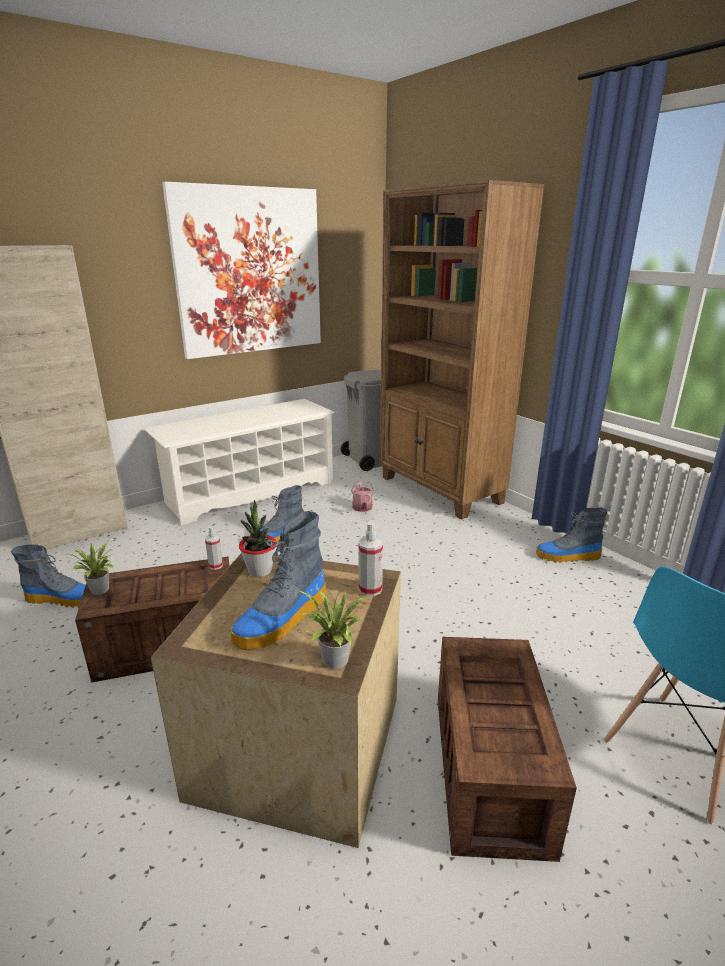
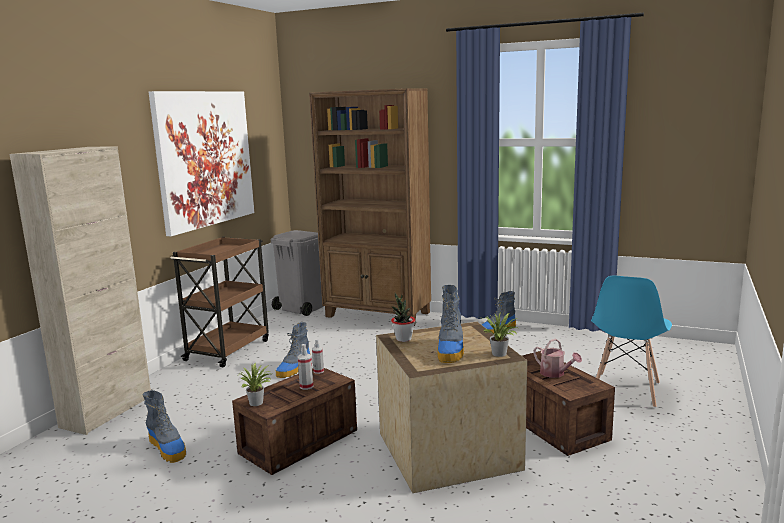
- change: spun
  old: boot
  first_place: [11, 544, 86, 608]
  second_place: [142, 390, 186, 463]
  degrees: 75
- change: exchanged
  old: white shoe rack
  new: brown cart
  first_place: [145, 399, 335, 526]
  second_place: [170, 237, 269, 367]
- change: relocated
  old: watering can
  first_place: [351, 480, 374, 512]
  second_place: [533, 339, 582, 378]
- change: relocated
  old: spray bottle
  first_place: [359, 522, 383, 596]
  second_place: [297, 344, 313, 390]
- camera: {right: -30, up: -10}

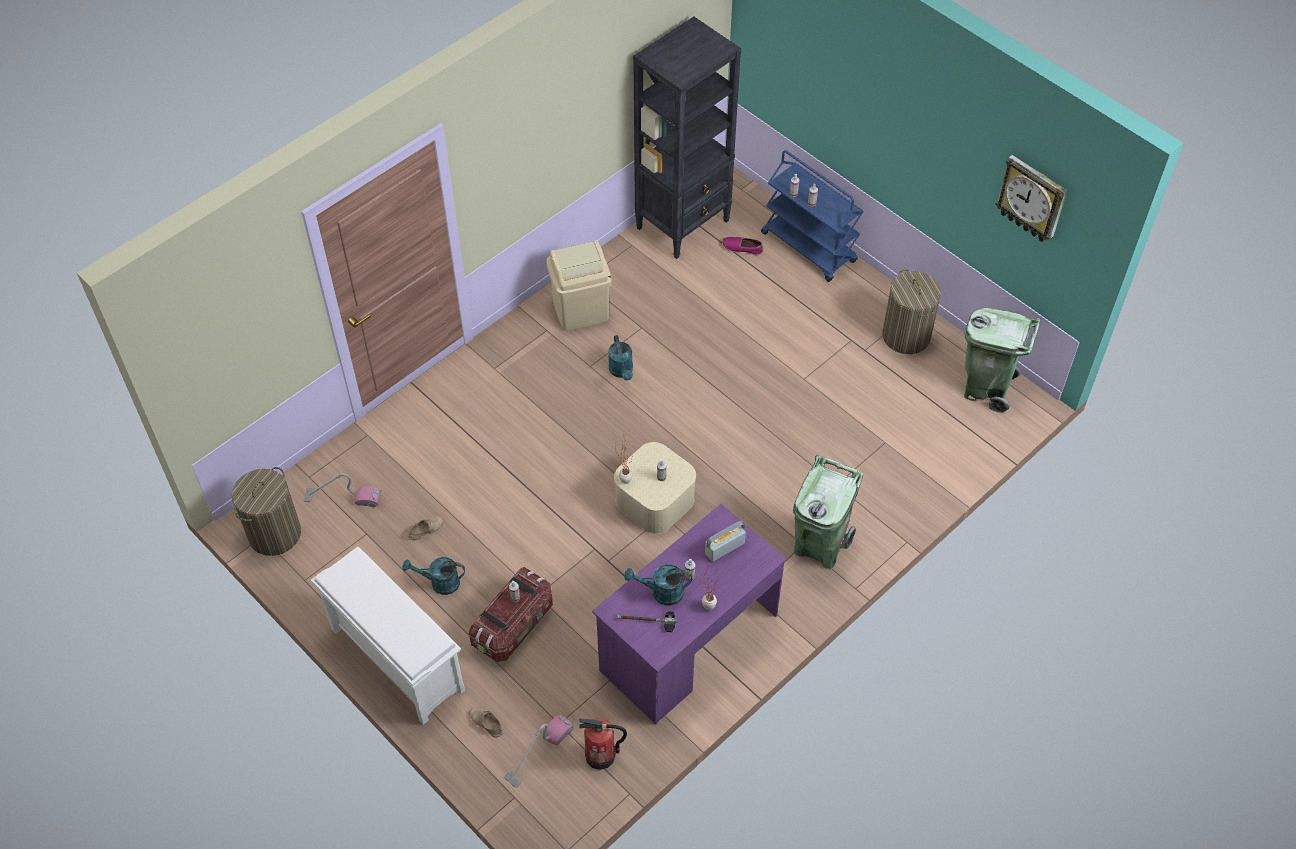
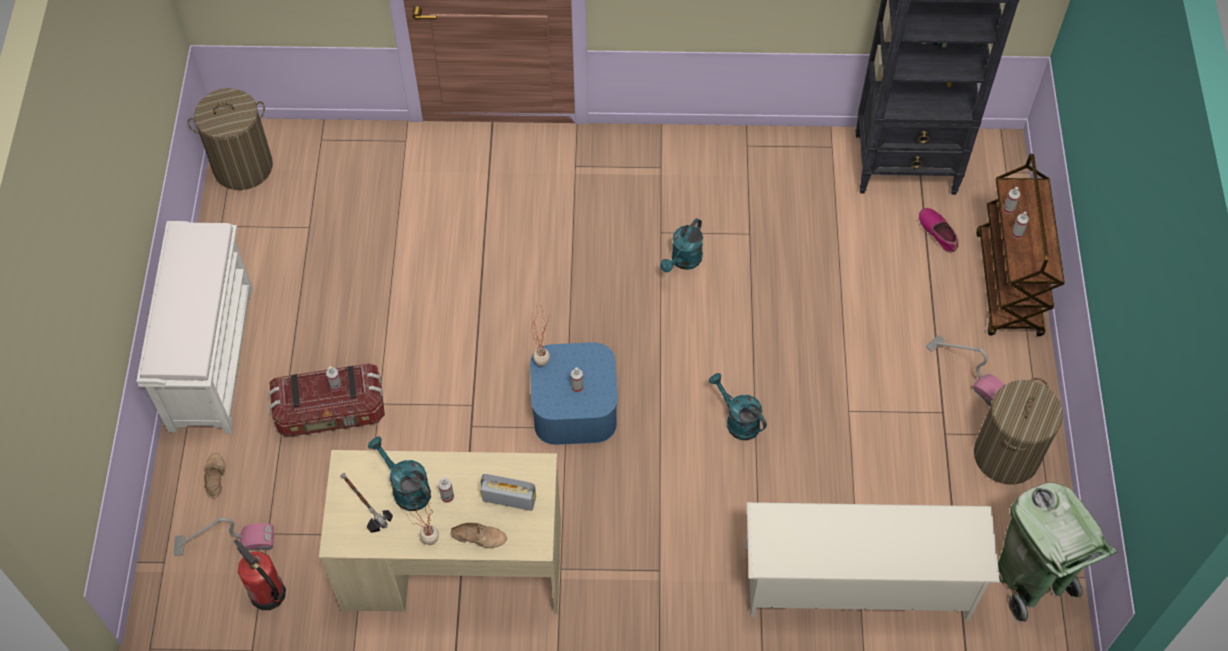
- change: relocated
  old: vacuum cleaner
  first_place: [304, 473, 381, 507]
  second_place: [926, 335, 1005, 406]
- change: relocated
  old: turquoise watering can
  first_place: [402, 557, 465, 595]
  second_place: [709, 373, 767, 440]
- change: relocated
  old: beige shoe
  first_place: [408, 516, 443, 541]
  second_place: [450, 522, 507, 548]
- change: missing
  old: beige trash can
  first_place: [546, 240, 612, 331]
- change: colour
  old: purple desk
  new: beige desk
  first_place: [592, 504, 787, 724]
  second_place: [319, 450, 561, 614]
- change: colour
  old: beige storage box
  new: blue storage box
  first_place: [614, 442, 696, 534]
  second_place: [530, 342, 618, 445]
- change: colour
  old: blue cart
  new: brown cart
  first_place: [761, 150, 864, 282]
  second_place: [976, 154, 1065, 336]
- change: missing
  old: green trash can
  first_place: [793, 455, 864, 569]
- change: missing
  old: wall clock
  first_place: [995, 155, 1067, 242]
- change: appeared
  new: white shoe rack
  second_place: [745, 502, 1000, 621]
- camera: {right: 45, up: 5}

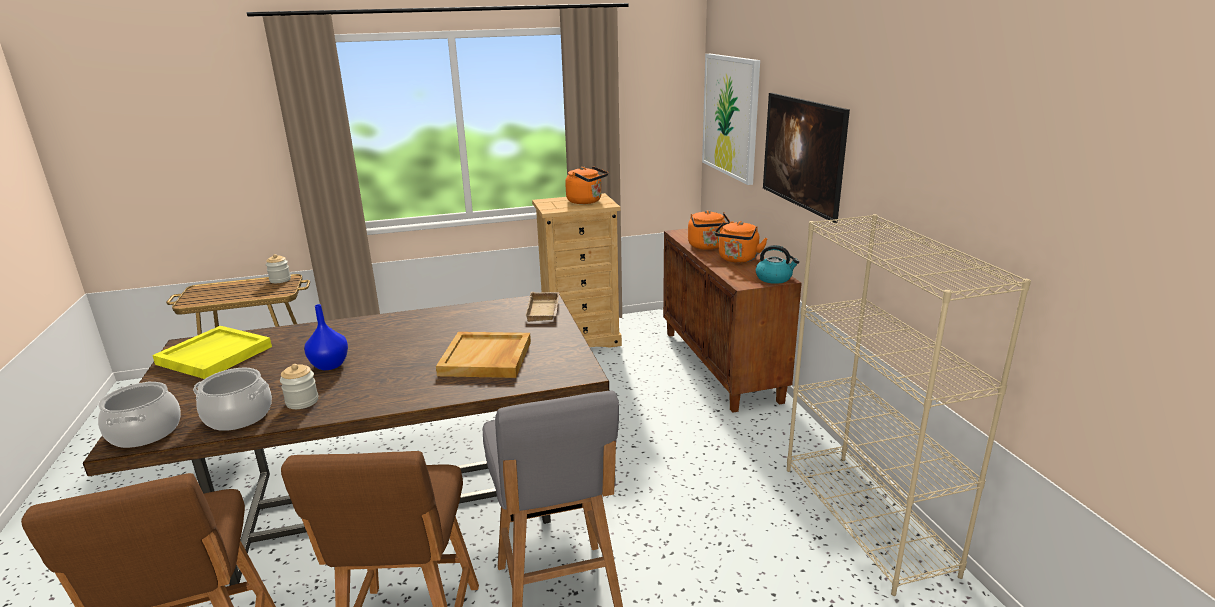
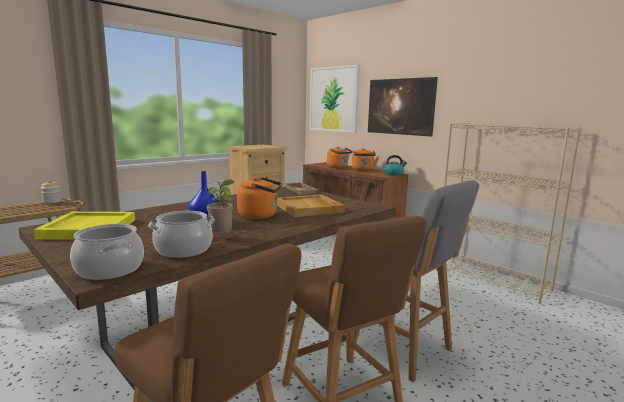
- change: exchanged
  old: jar
  new: potted plant
  first_place: [280, 364, 318, 409]
  second_place: [207, 179, 235, 234]
- change: relocated
  old: orange kettle
  first_place: [565, 166, 608, 204]
  second_place: [237, 177, 282, 219]
- camera: {right: -30, up: -10}

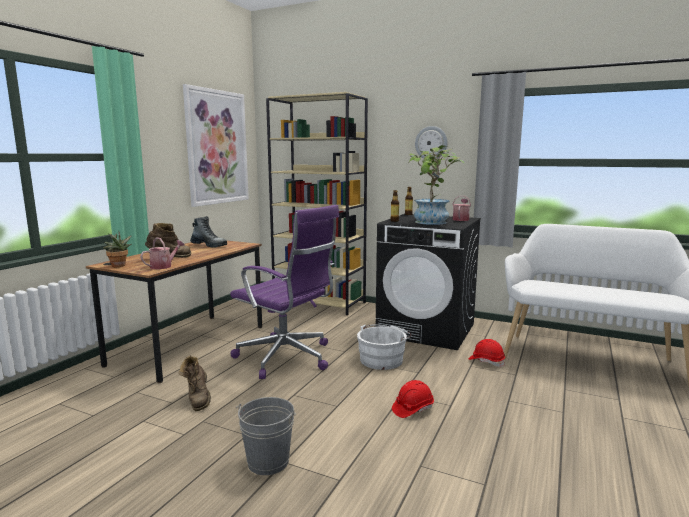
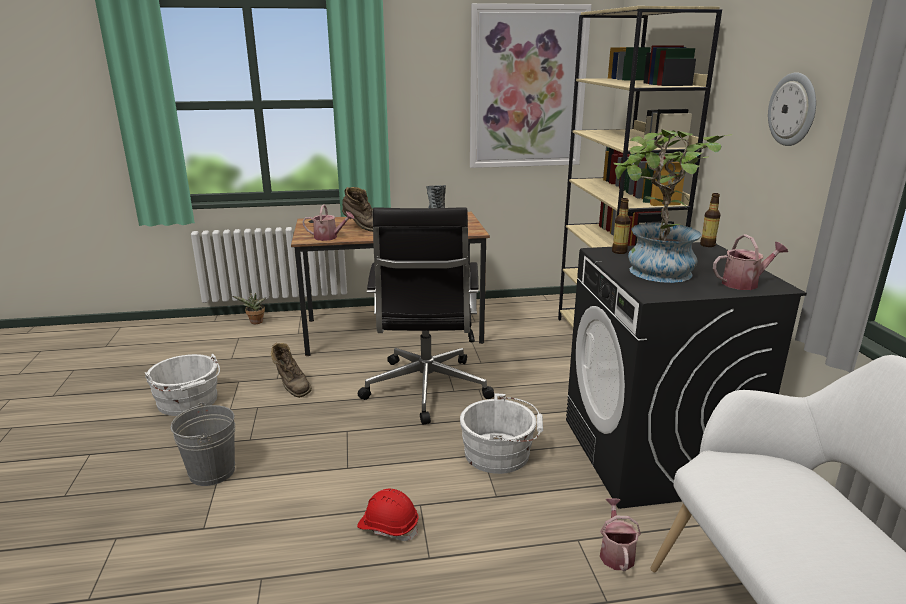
- change: relocated
  old: potted plant
  first_place: [103, 232, 132, 267]
  second_place: [233, 292, 267, 324]
- change: spun
  old: brown boot
  first_place: [179, 355, 211, 411]
  second_place: [271, 342, 312, 398]
  degrees: -75
- change: colour
  old: purple office chair
  new: black office chair
  first_place: [230, 205, 339, 379]
  second_place: [358, 207, 494, 424]
- change: exchanged
  old: red hard hat
  new: watering can
  first_place: [469, 339, 505, 367]
  second_place: [600, 498, 641, 571]
- change: appeared
  new: white bucket
  second_place: [145, 354, 220, 416]
- camera: {right: 55, up: 10}

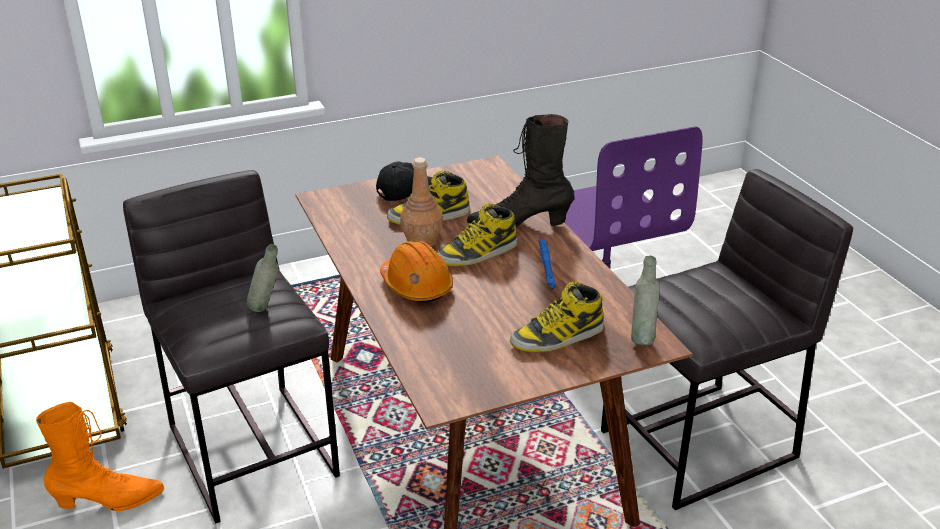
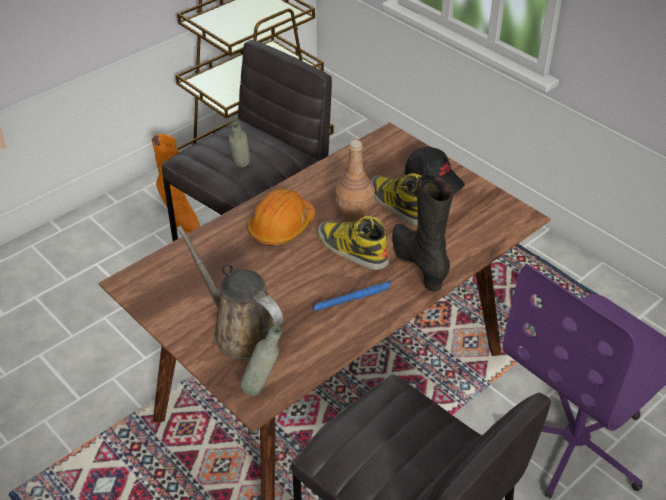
- change: exchanged
  old: boot
  new: brown watering can
  first_place: [510, 282, 604, 352]
  second_place: [177, 226, 283, 359]
- camera: {right: 70, up: 10}

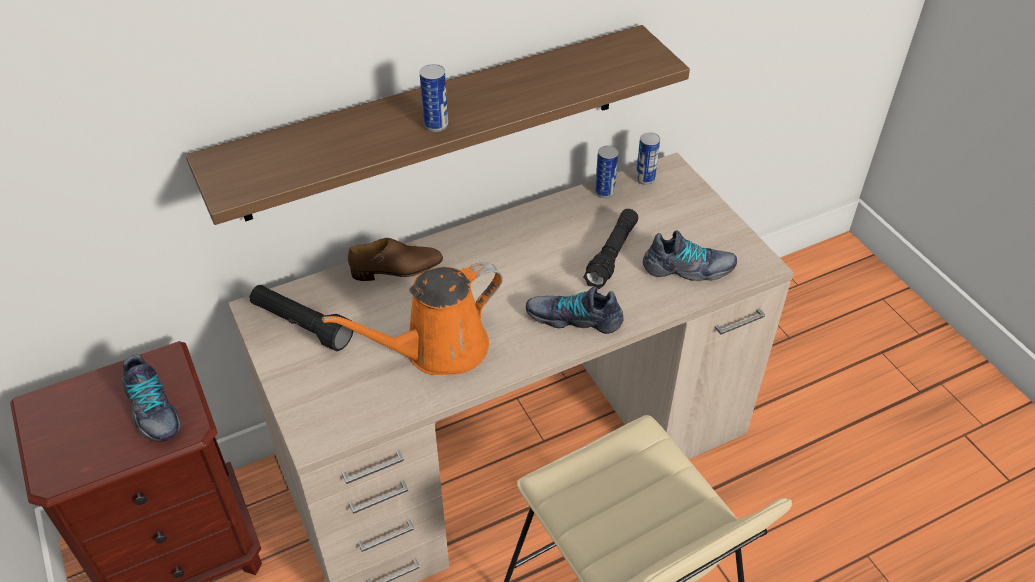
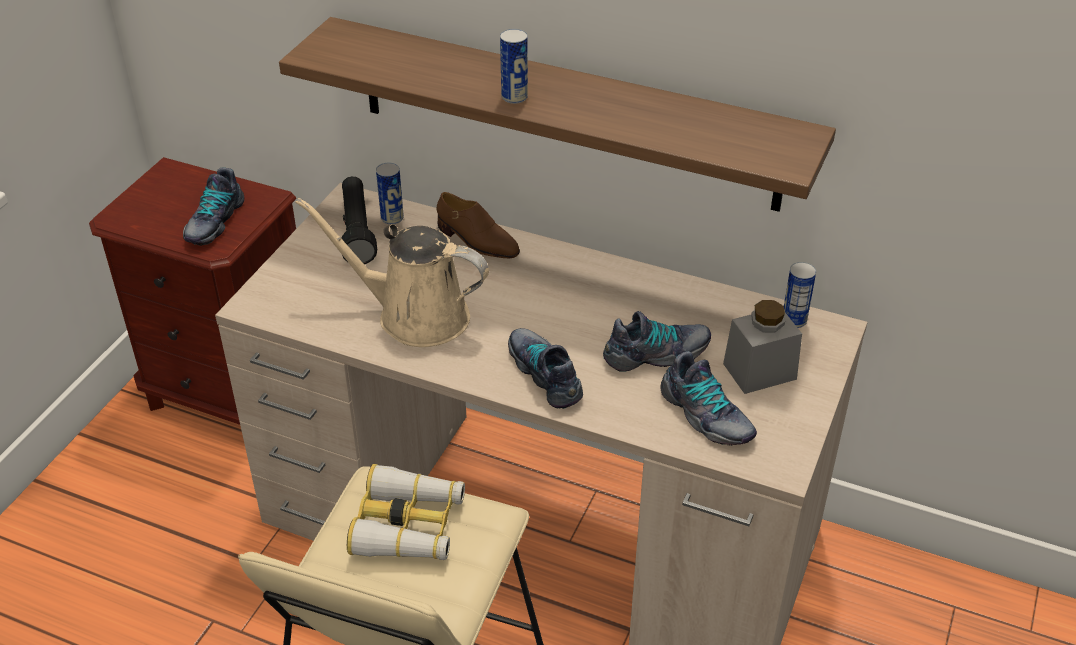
- change: colour
  old: orange watering can
  new: beige watering can
  first_place: [322, 262, 503, 375]
  second_place: [295, 197, 489, 347]
- change: exchanged
  old: black flashlight
  new: shoe
  first_place: [583, 209, 638, 289]
  second_place: [603, 311, 711, 372]
- change: relocated
  old: can
  first_place: [595, 145, 618, 198]
  second_place: [376, 162, 404, 225]
- change: appeared
  new: binoculars
  second_place: [347, 464, 465, 560]
- change: appeared
  new: grey jar
  second_place: [723, 300, 802, 394]
- camera: {right: 50, up: -5}

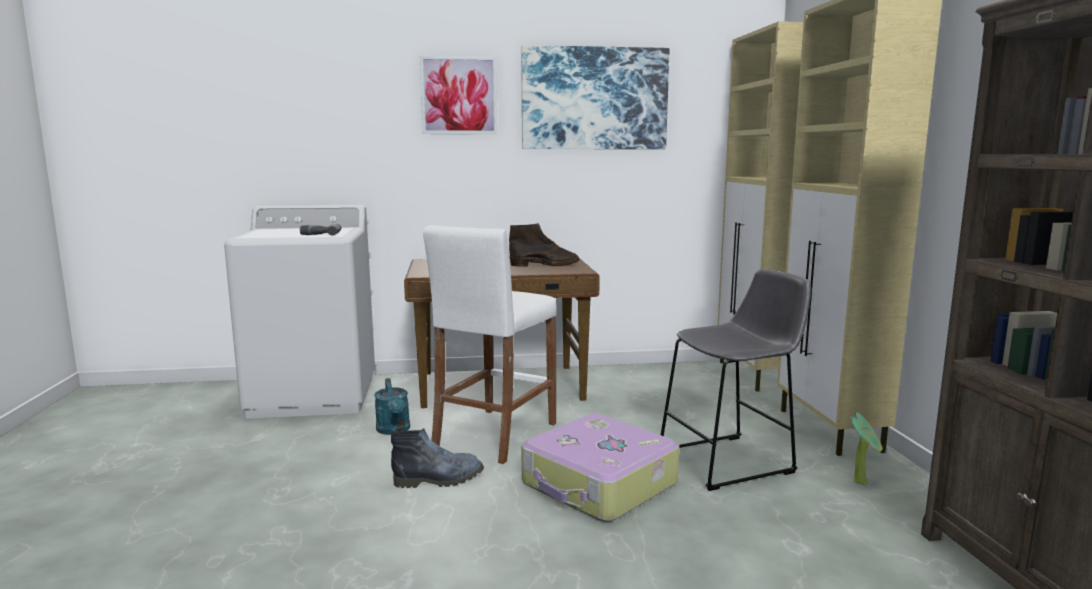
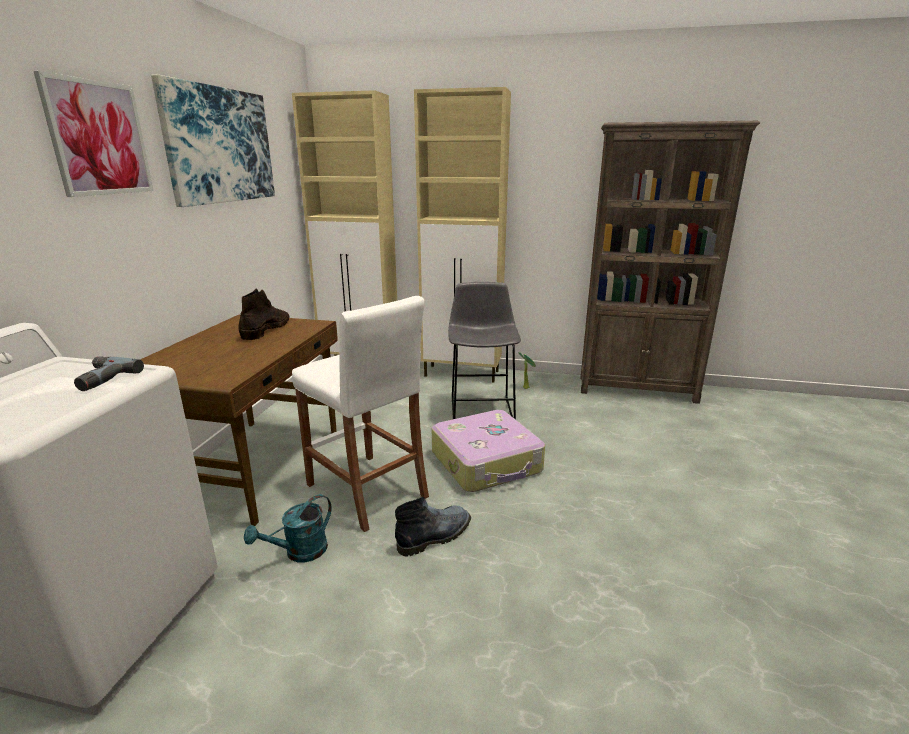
- change: spun
  old: turquoise watering can
  first_place: [374, 378, 410, 435]
  second_place: [244, 494, 332, 562]
  degrees: 135
- change: spun
  old: boot
  first_place: [391, 428, 484, 488]
  second_place: [395, 497, 471, 556]
  degrees: 45
- camera: {right: -70, up: 10}

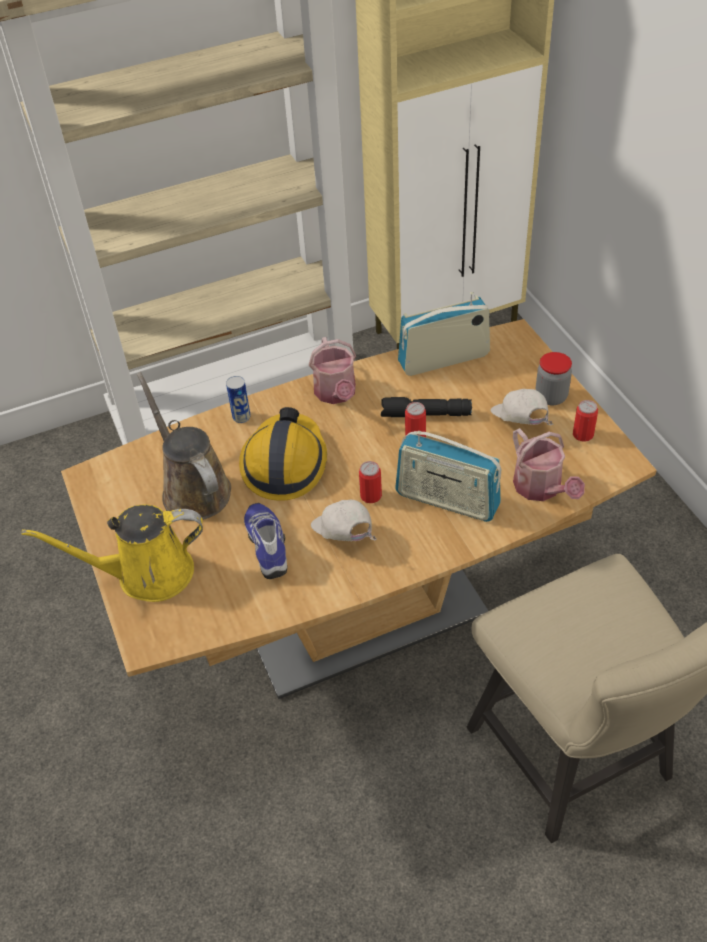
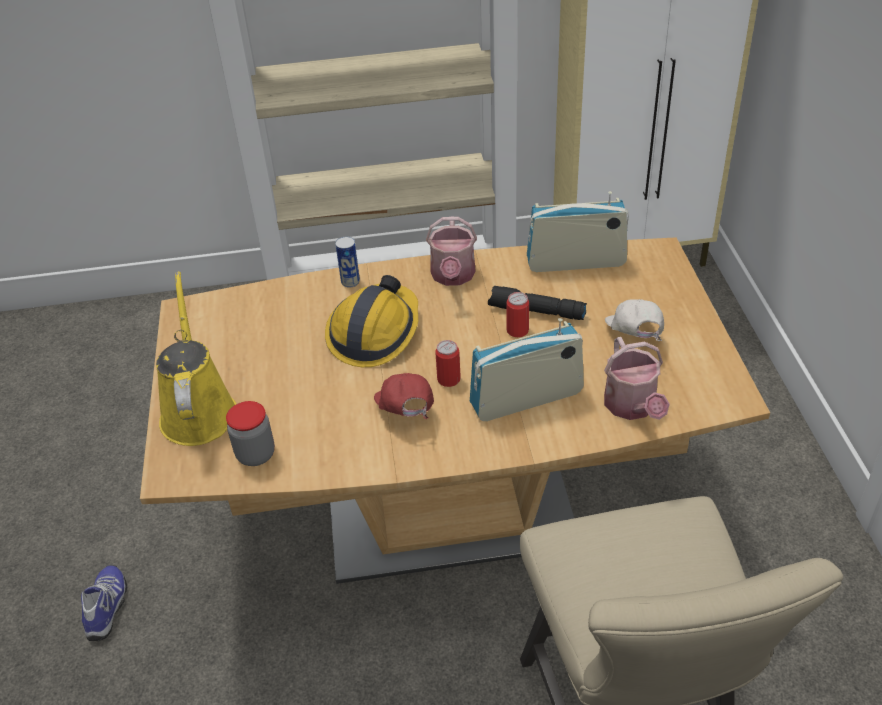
- change: spun
  old: yellow watering can
  first_place: [22, 505, 203, 602]
  second_place: [156, 272, 236, 446]
  degrees: 75
- change: missing
  old: brown watering can
  first_place: [137, 372, 231, 521]
- change: relocated
  old: shoe
  first_place: [244, 503, 288, 579]
  second_place: [81, 565, 127, 641]
- change: colour
  old: white cap
  new: red cap
  first_place: [311, 500, 377, 541]
  second_place: [374, 373, 434, 419]
- change: spun
  old: radio
  first_place: [395, 431, 501, 522]
  second_place: [470, 318, 584, 421]
  degrees: 120
- change: relocated
  old: jar
  first_place: [535, 352, 572, 405]
  second_place: [226, 401, 275, 466]
- change: missing
  old: can
  first_place: [573, 400, 598, 442]
- camera: {right: 15, up: -5}

